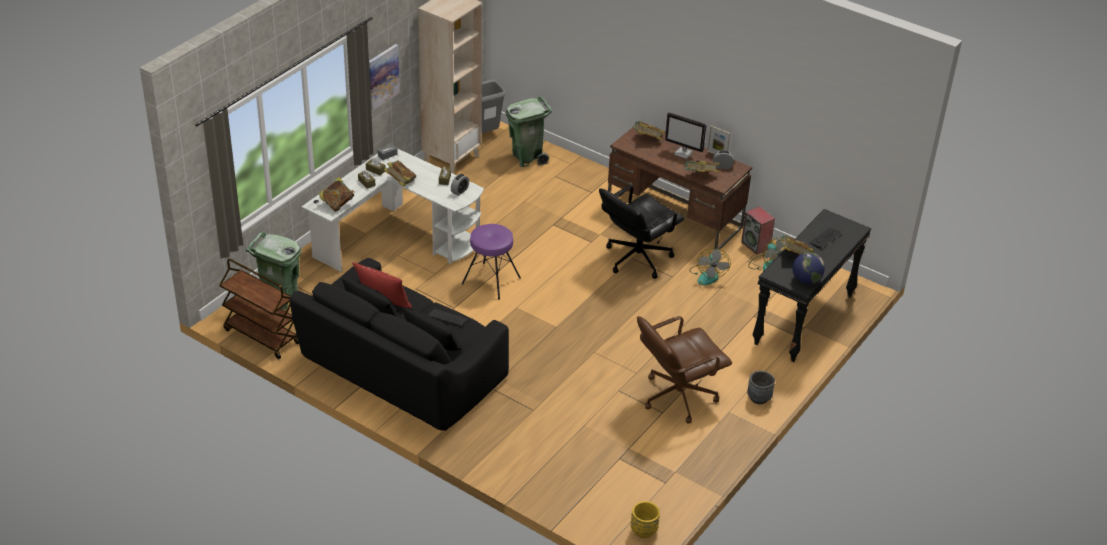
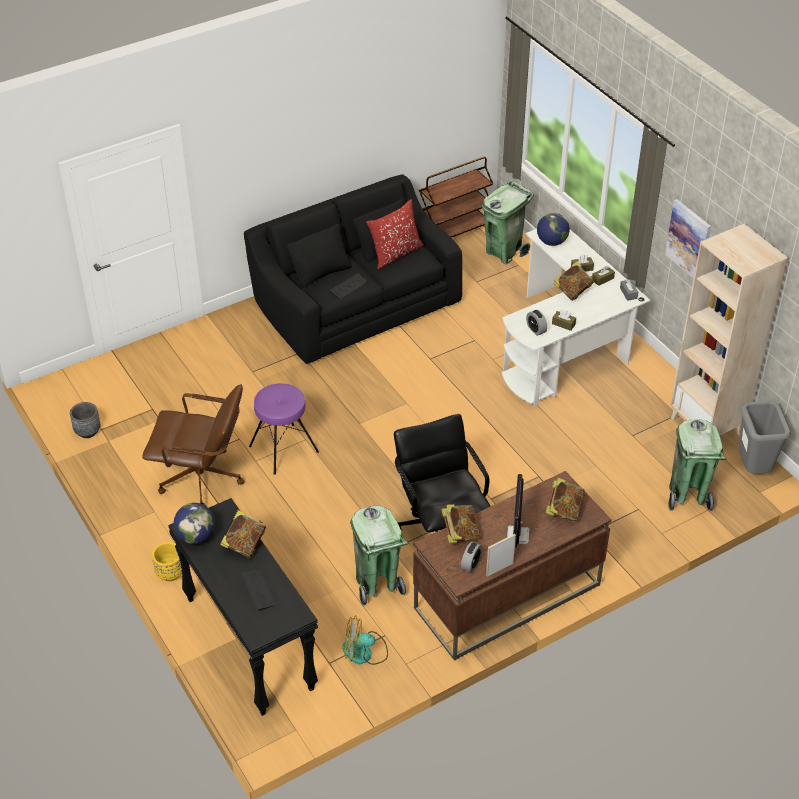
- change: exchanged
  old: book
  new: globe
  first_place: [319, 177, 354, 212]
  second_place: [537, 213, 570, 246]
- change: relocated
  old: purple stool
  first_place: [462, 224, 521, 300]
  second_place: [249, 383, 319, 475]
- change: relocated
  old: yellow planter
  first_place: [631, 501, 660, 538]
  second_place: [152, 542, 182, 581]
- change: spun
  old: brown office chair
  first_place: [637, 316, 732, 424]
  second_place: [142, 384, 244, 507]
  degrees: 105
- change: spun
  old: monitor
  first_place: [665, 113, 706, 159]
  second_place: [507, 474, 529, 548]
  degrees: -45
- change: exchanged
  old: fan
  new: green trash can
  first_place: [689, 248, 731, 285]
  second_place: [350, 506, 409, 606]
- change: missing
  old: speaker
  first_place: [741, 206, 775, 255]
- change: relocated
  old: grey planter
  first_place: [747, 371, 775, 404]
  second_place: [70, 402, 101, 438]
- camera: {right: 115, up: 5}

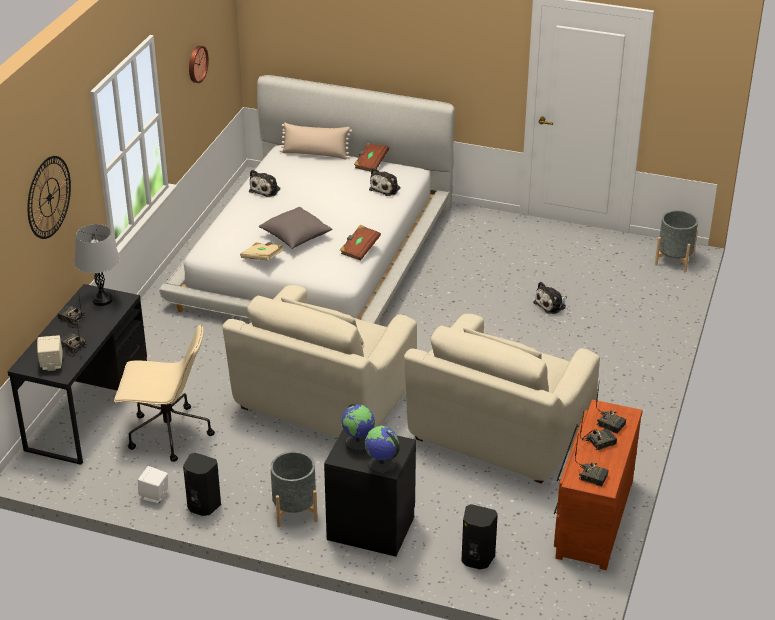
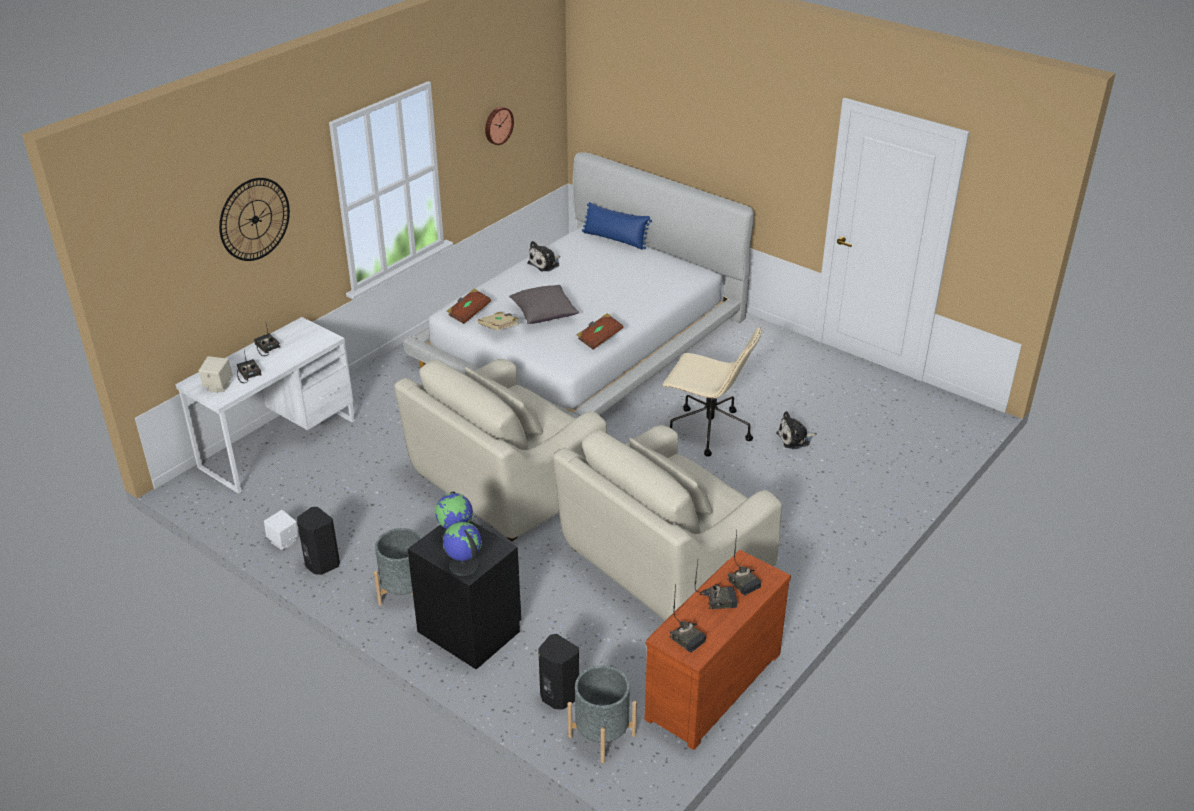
- change: colour
  old: black desk
  new: white desk
  first_place: [7, 284, 147, 465]
  second_place: [176, 317, 355, 494]
- change: missing
  old: grey table lamp
  first_place: [74, 224, 120, 306]
- change: relocated
  old: beige office chair
  first_place: [114, 324, 215, 462]
  second_place: [662, 327, 762, 457]
- change: colour
  old: beige pillow
  new: blue pillow
  first_place: [280, 122, 352, 160]
  second_place: [582, 202, 652, 250]
- change: relocated
  old: brown book
  first_place: [354, 143, 389, 172]
  second_place: [447, 288, 491, 324]
- change: missing
  old: plush toy
  first_place: [369, 168, 400, 196]
- change: relocated
  old: grey planter
  first_place: [655, 210, 698, 272]
  second_place: [568, 665, 637, 764]
- camera: {right: 20, up: 0}

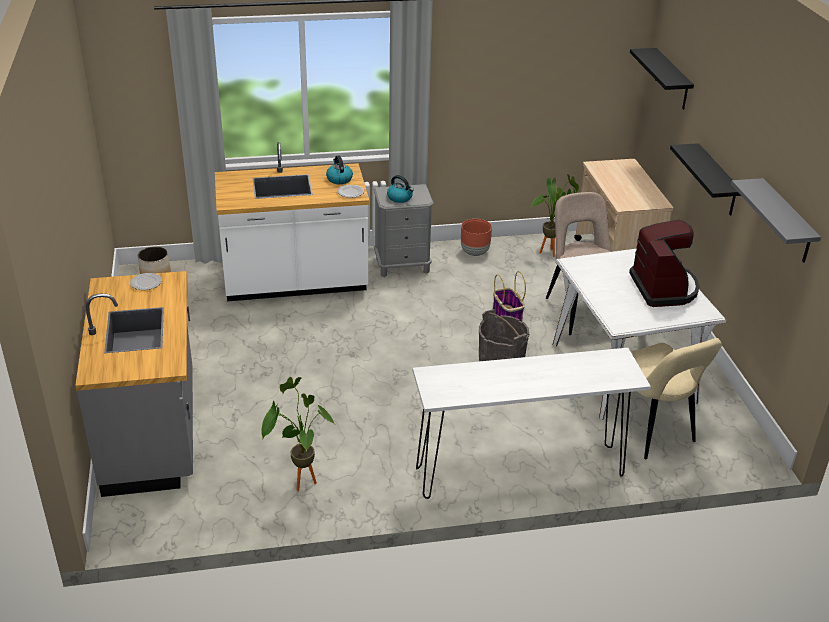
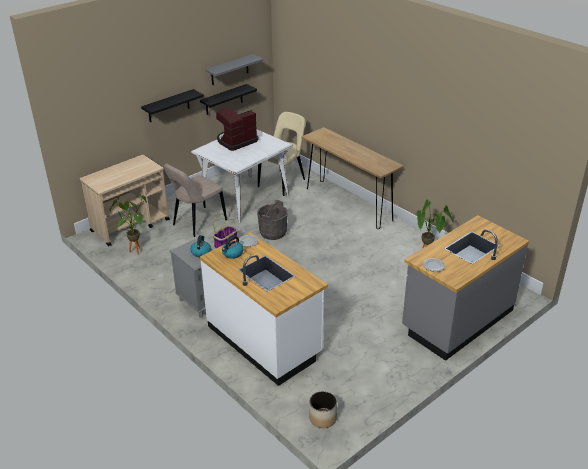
- change: colour
  old: white console table
  new: brown console table
  first_place: [413, 348, 651, 499]
  second_place: [302, 127, 404, 229]
- change: missing
  old: brown planter
  first_place: [461, 219, 492, 256]
- change: relocated
  old: black shelf
  first_place: [630, 48, 694, 109]
  second_place: [200, 84, 257, 115]
- camera: {right: -120, up: 0}

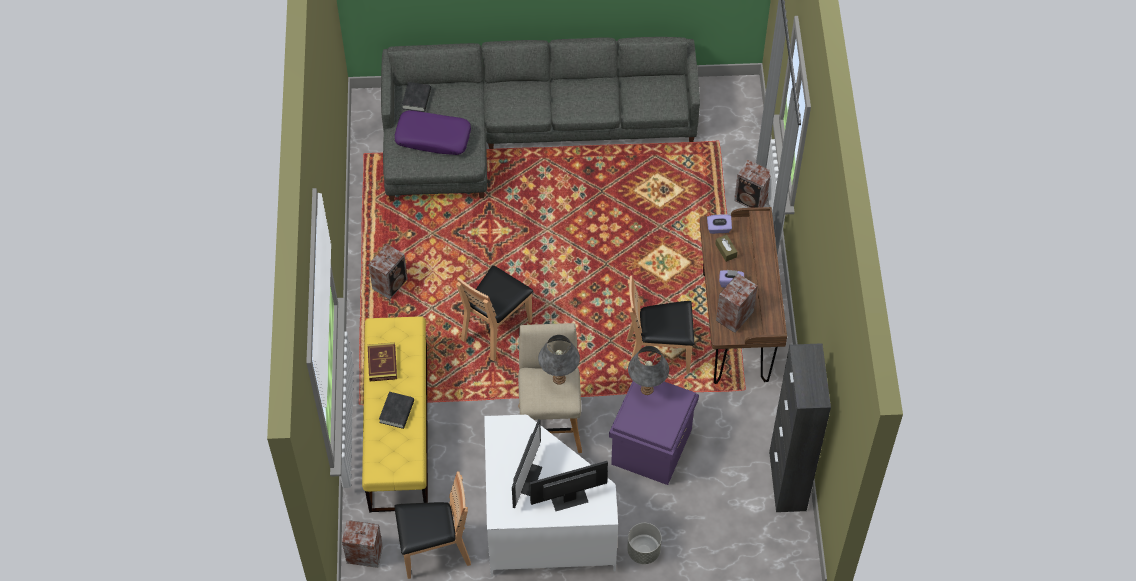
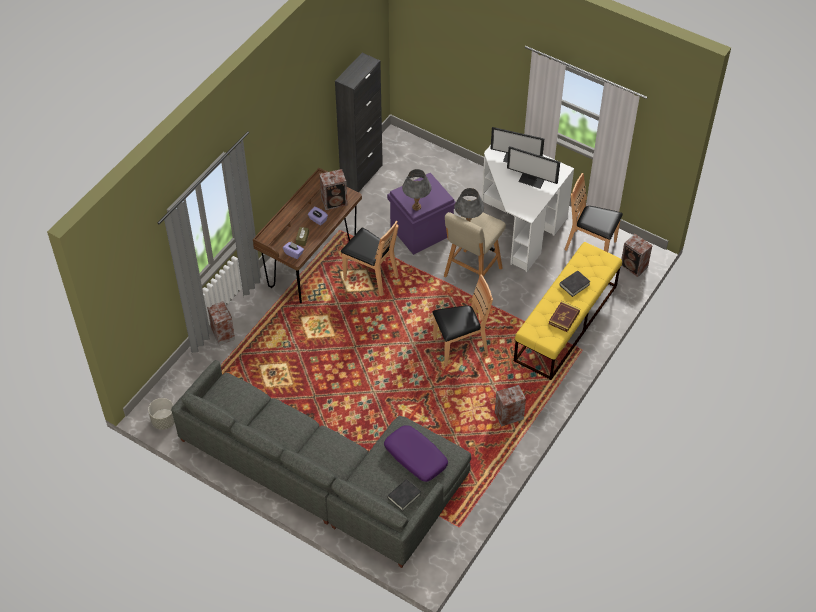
- change: spun
  old: monitor
  first_place: [512, 419, 543, 508]
  second_place: [507, 146, 560, 189]
  degrees: -120
- change: relocated
  old: grey planter
  first_place: [627, 523, 662, 564]
  second_place: [148, 398, 175, 430]
- camera: {right: -145, up: -5}

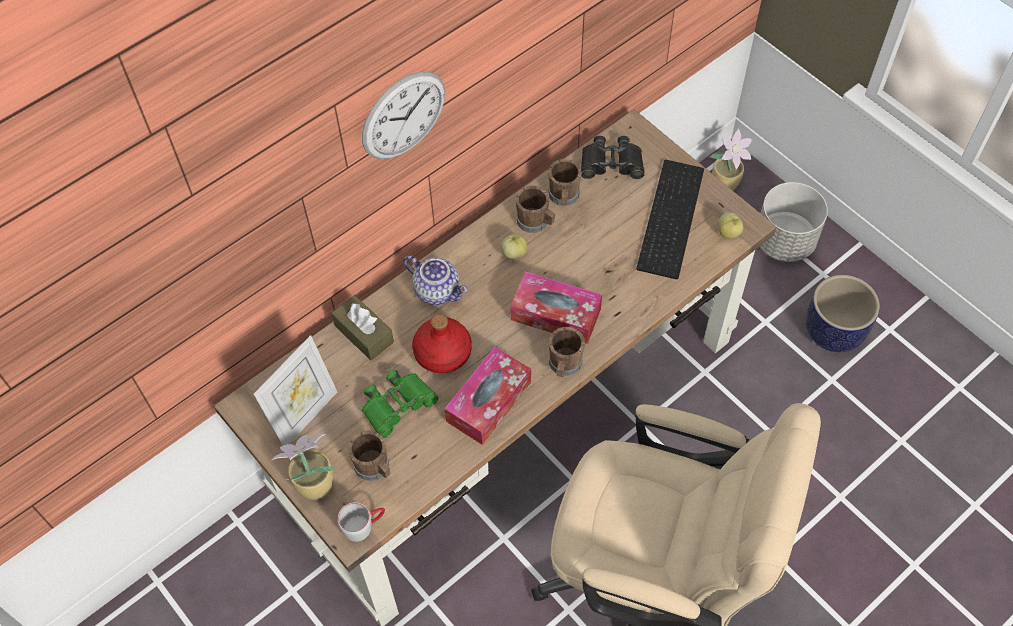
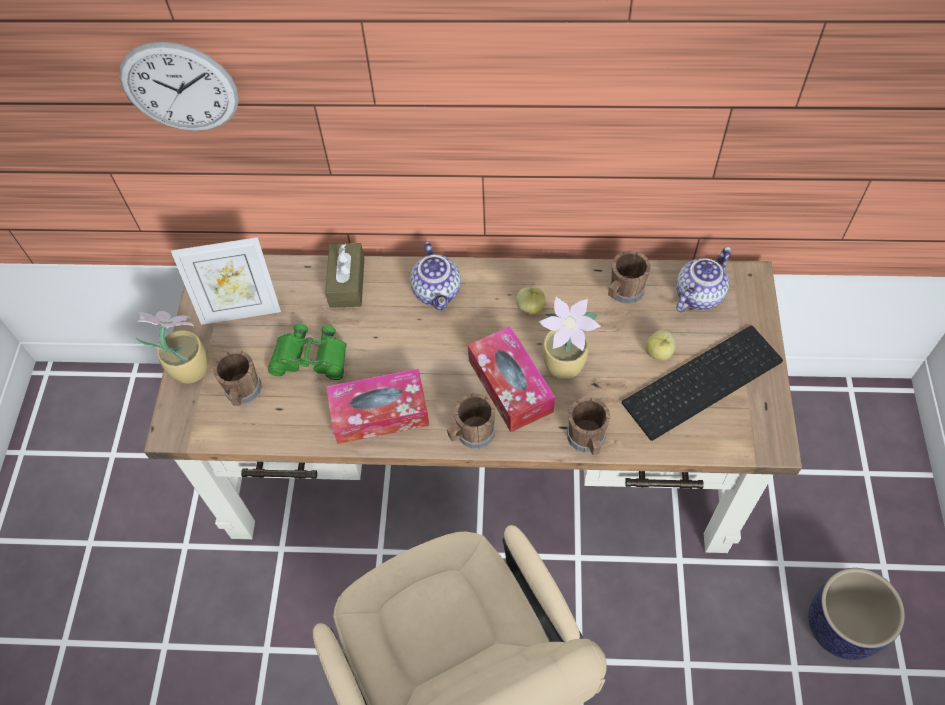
- change: missing
  old: grey mug
  first_place: [337, 503, 385, 542]
- change: relocated
  old: wall clock
  first_place: [362, 72, 445, 159]
  second_place: [119, 42, 239, 131]
- change: missing
  old: red bottle
  first_place: [412, 314, 471, 373]
- change: relocated
  old: brown mug
  first_place: [516, 186, 555, 233]
  second_place: [567, 397, 610, 455]
- change: exchanged
  old: black binoculars
  new: teapot
  first_place: [581, 136, 645, 179]
  second_place: [676, 247, 732, 312]
- change: relocated
  old: potted plant
  first_place: [710, 128, 753, 191]
  second_place: [539, 296, 601, 380]
- change: relocated
  old: apple
  first_place: [718, 212, 743, 239]
  second_place: [646, 330, 676, 361]
- change: missing
  old: grey planter
  first_place: [760, 182, 828, 262]
- camera: {right: 45, up: 0}

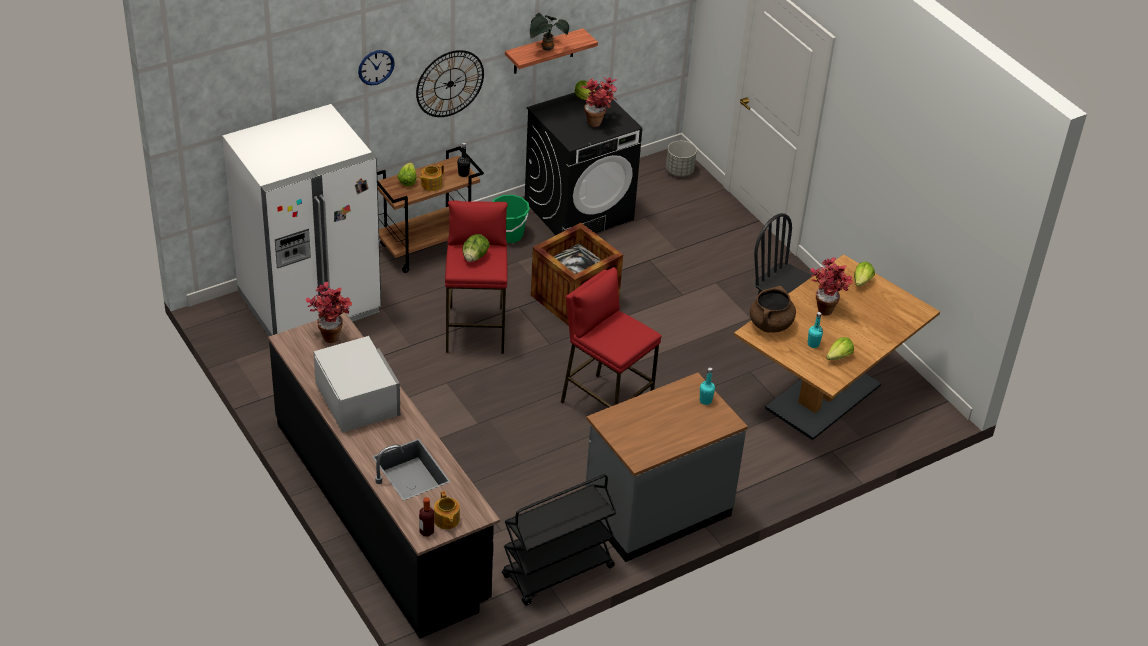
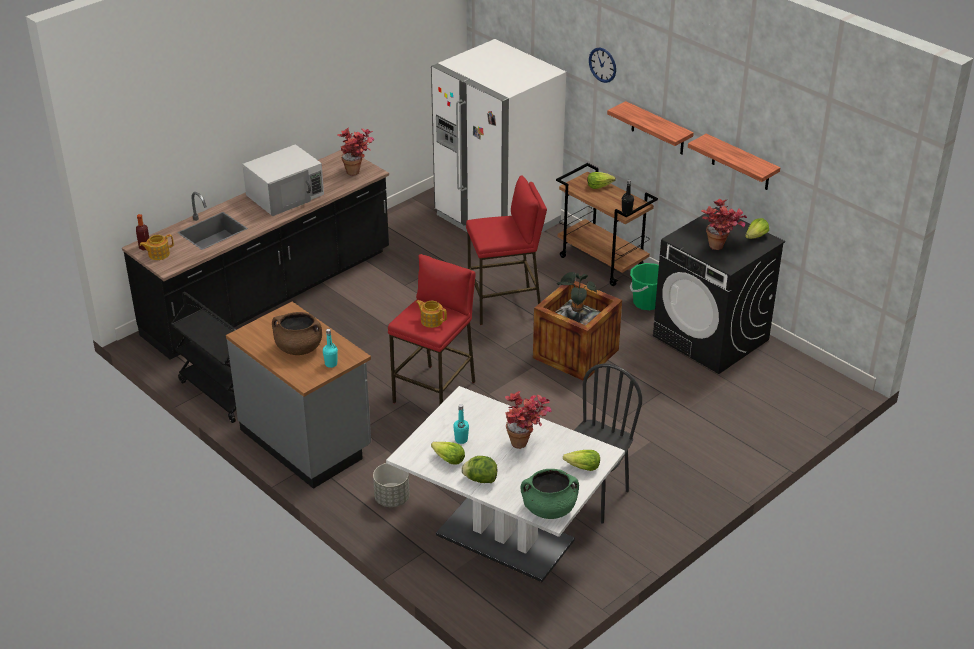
- change: exchanged
  old: wall clock
  new: shelf
  first_place: [416, 50, 484, 117]
  second_place: [607, 101, 694, 154]
- change: relocated
  old: teapot
  first_place: [419, 164, 444, 191]
  second_place: [416, 300, 447, 328]
- change: relocated
  old: lettuce
  first_place: [462, 234, 490, 262]
  second_place: [461, 456, 497, 483]
- change: relocated
  old: potted plant
  first_place: [530, 13, 569, 51]
  second_place: [557, 272, 597, 313]
- change: relocated
  old: grey planter
  first_place: [666, 141, 697, 176]
  second_place: [373, 463, 410, 507]
- change: colour
  old: brown dining table
  new: white dining table
  first_place: [734, 254, 940, 440]
  second_place: [386, 386, 625, 582]
- change: relocated
  old: brown cooking pot
  first_place: [750, 286, 796, 333]
  second_place: [272, 312, 322, 355]
- change: appeared
  new: green cooking pot
  second_place: [521, 469, 579, 519]
- camera: {right: 80, up: -5}

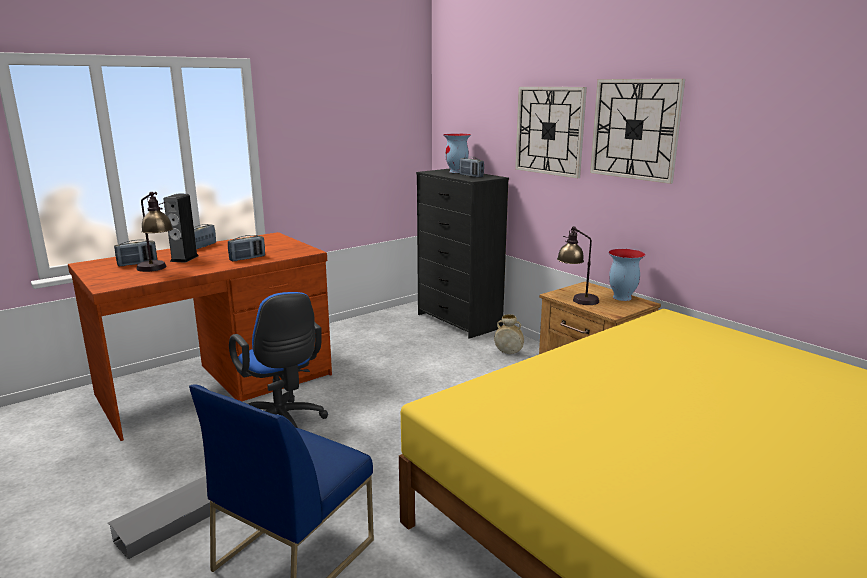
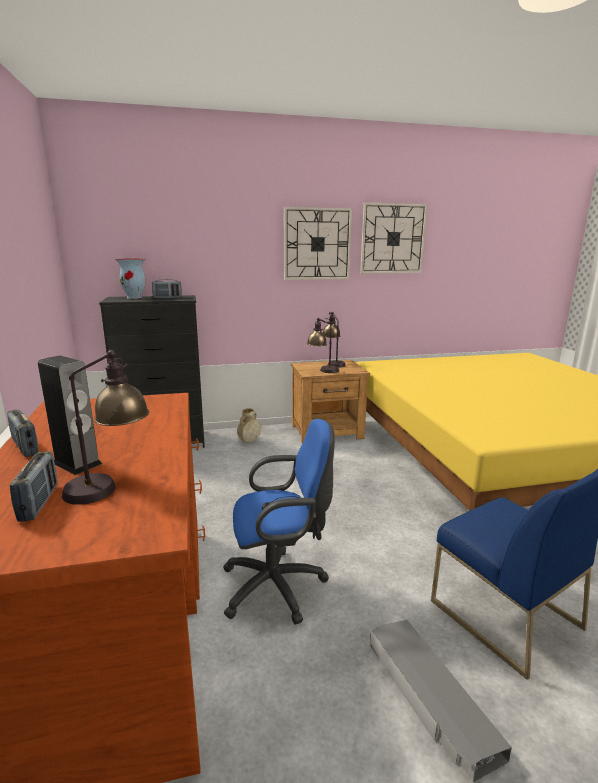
- change: missing
  old: radio
  first_place: [228, 235, 265, 261]
- change: relocated
  old: wall clock
  first_place: [515, 87, 587, 178]
  second_place: [360, 202, 428, 274]
- change: exchanged
  old: vase
  new: table lamp
  first_place: [608, 249, 646, 301]
  second_place: [323, 312, 346, 368]
- camera: {right: -65, up: 0}

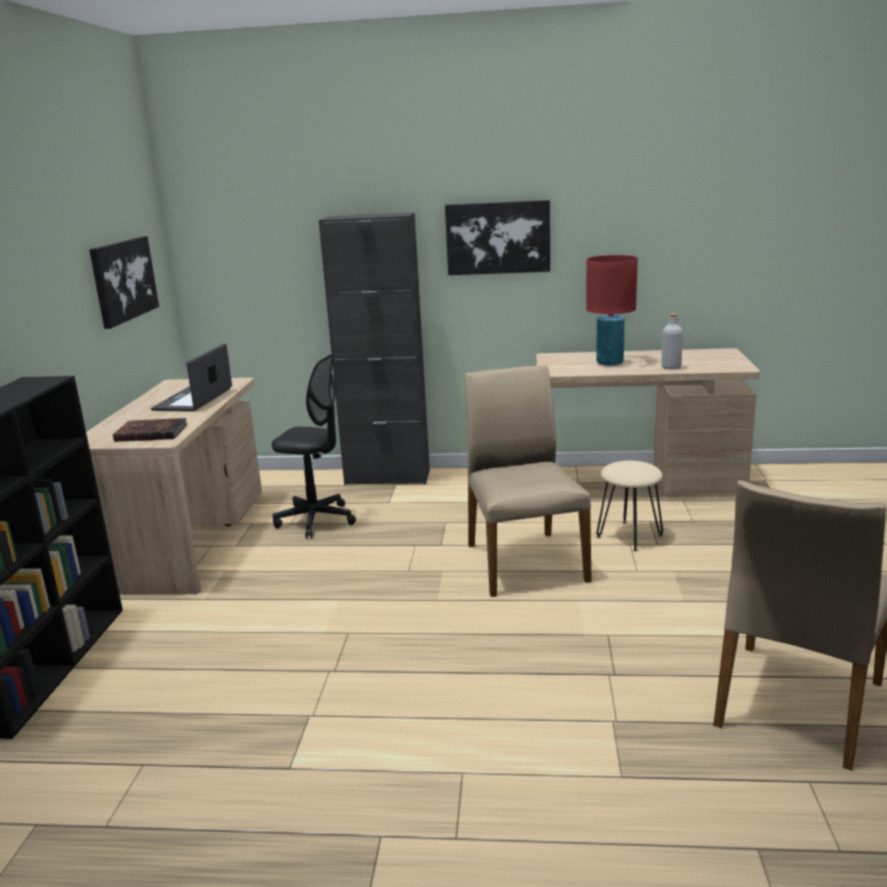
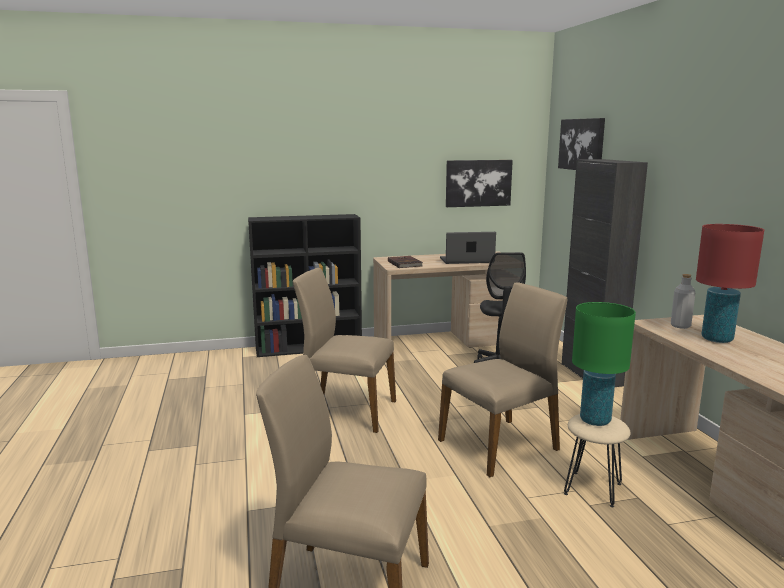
- change: relocated
  old: picture
  first_place: [445, 200, 550, 275]
  second_place: [558, 118, 605, 170]
- change: relocated
  old: grey bottle
  first_place: [661, 313, 683, 370]
  second_place: [671, 274, 695, 329]
- change: appeared
  new: beige chair
  second_place: [293, 268, 396, 433]
- change: appeared
  new: green table lamp
  second_place: [572, 302, 636, 426]
- camera: {right: 70, up: -5}

